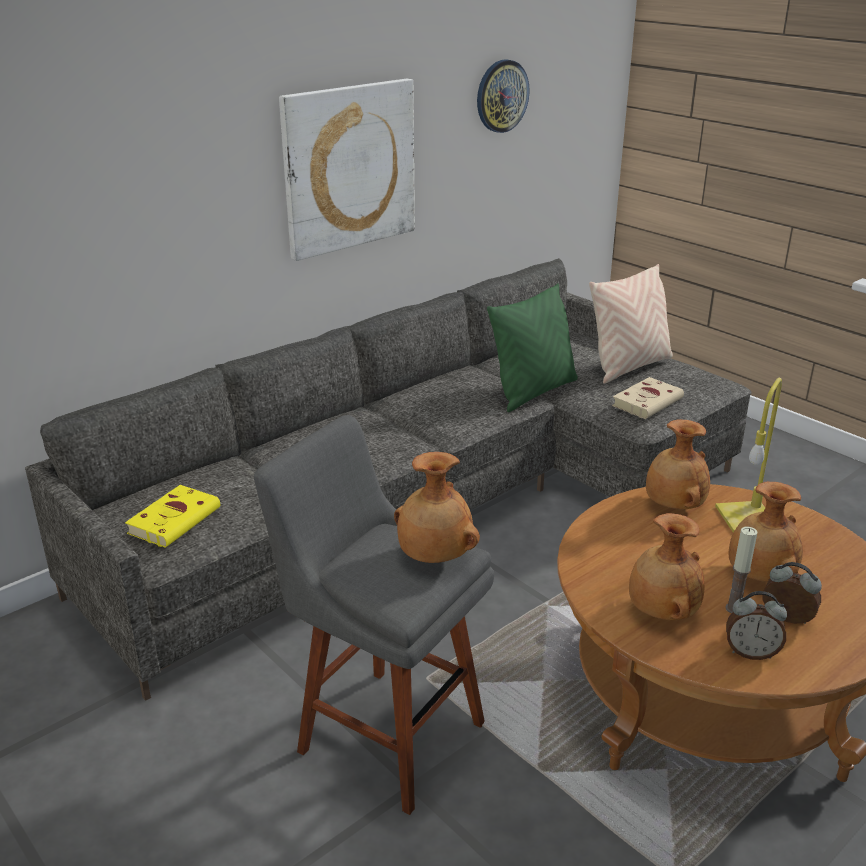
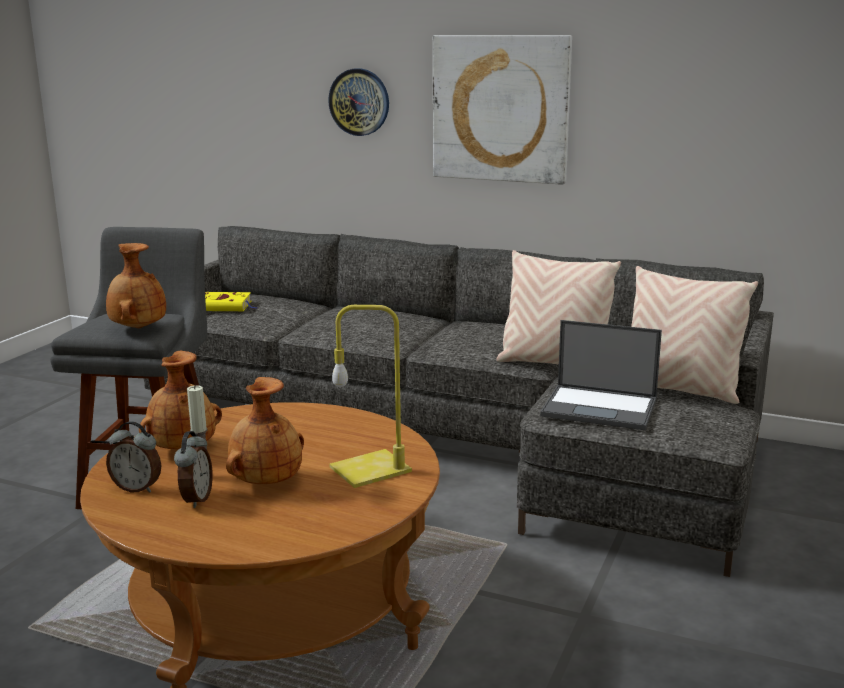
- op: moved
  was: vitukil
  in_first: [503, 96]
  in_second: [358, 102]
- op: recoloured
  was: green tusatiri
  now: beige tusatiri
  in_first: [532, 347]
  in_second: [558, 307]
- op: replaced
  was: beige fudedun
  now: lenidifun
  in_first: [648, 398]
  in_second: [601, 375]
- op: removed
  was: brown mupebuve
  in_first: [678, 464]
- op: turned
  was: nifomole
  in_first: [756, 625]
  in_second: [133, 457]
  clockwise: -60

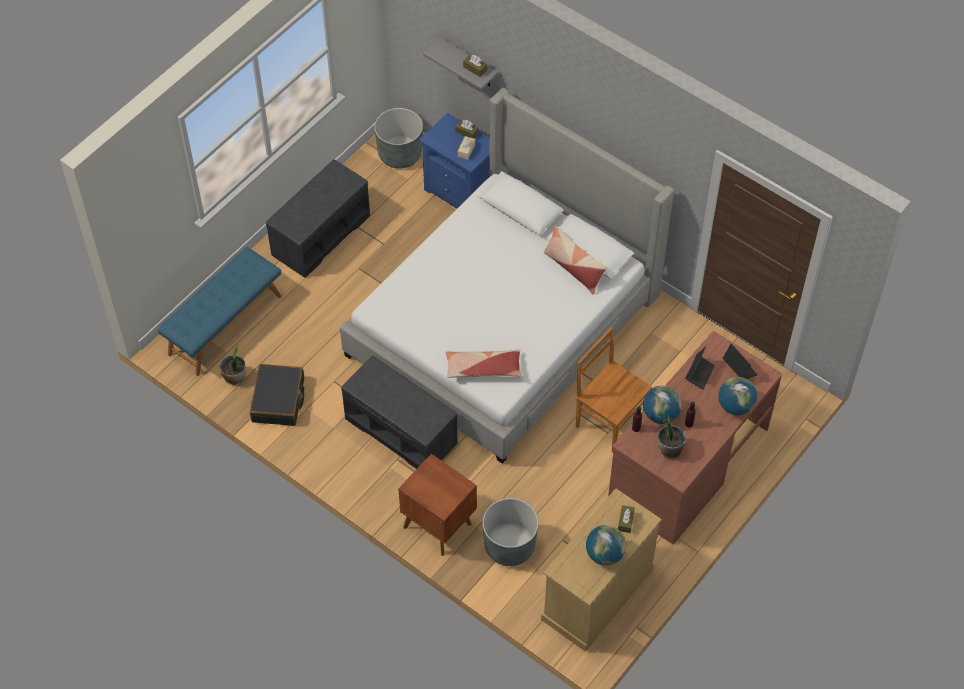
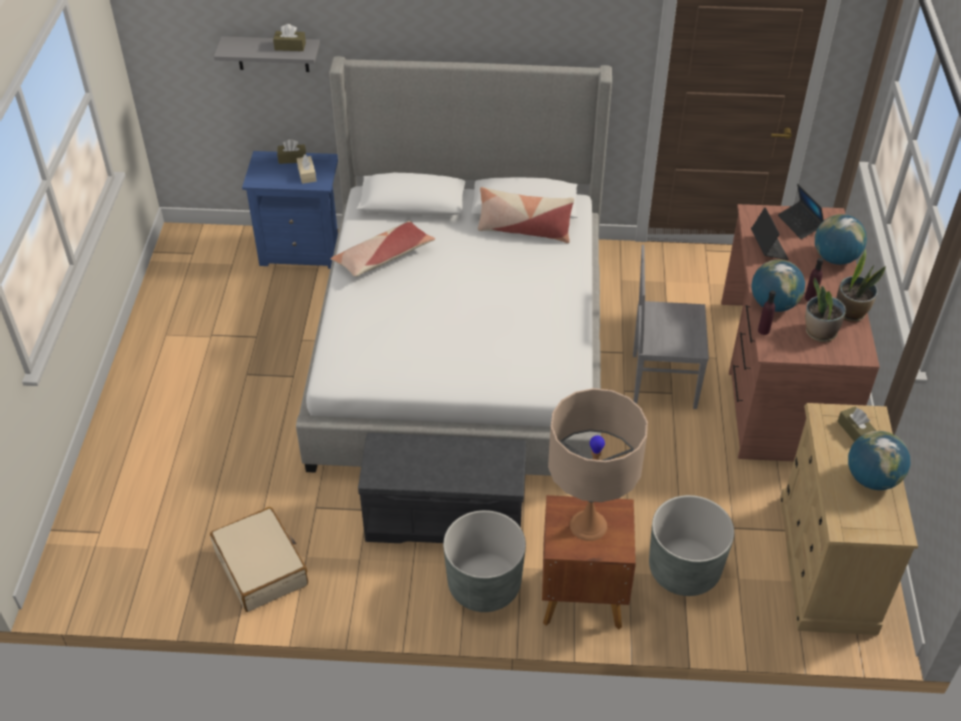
- op: moved
  was: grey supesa
  in_first: [398, 138]
  in_second: [484, 561]
- op: removed
  was: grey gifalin
  in_first: [318, 218]
- op: removed
  was: blue gifalin
  in_first: [219, 311]
- op: recoloured
  was: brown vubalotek
  now: grey vubalotek
  in_first: [614, 389]
  in_second: [671, 327]
- op: turned
  was: lenidifun
  in_first: [740, 361]
  in_second: [801, 211]
  clockwise: -135
- op: moved
  was: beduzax
  in_first: [233, 365]
  in_second: [861, 286]
- op: moved
  was: tusatiri
  in_first: [483, 363]
  in_second: [383, 249]
- op: recoloured
  was: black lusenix
  now: beige lusenix
  in_first: [277, 395]
  in_second: [259, 559]
- op: added
  now: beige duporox
  in_second: [598, 464]

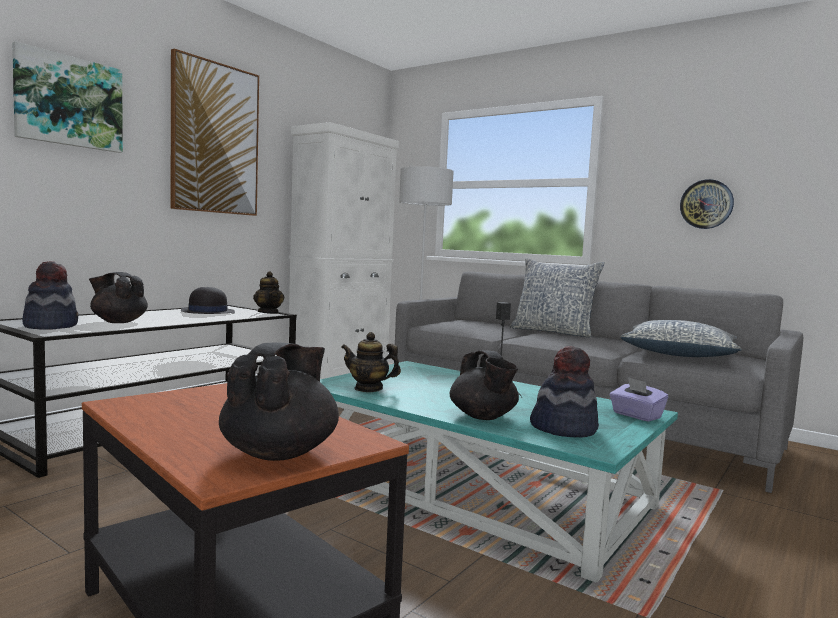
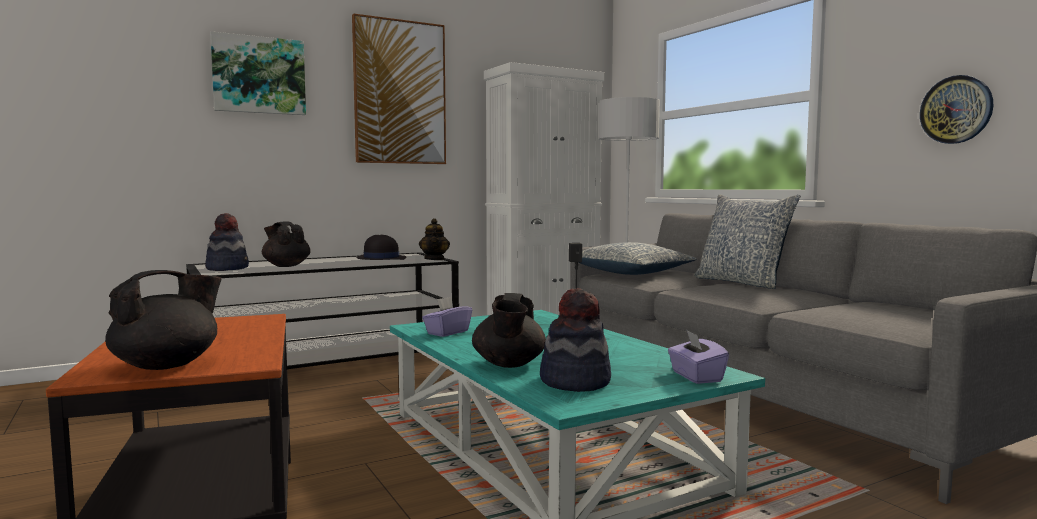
- op: moved
  was: tusatiri
  in_first: [681, 338]
  in_second: [637, 258]
- op: replaced
  was: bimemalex
  now: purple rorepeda
  in_first: [371, 362]
  in_second: [447, 317]

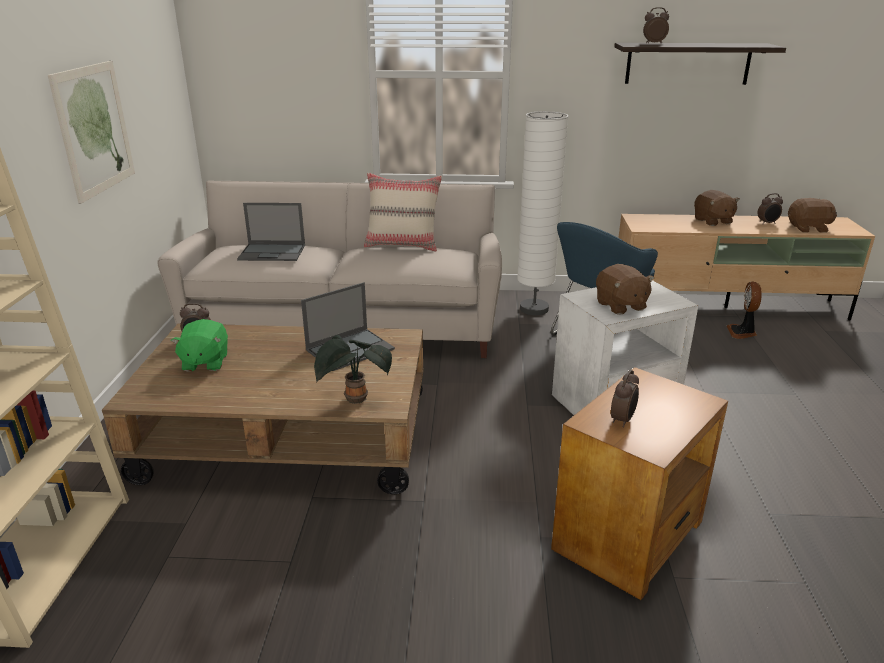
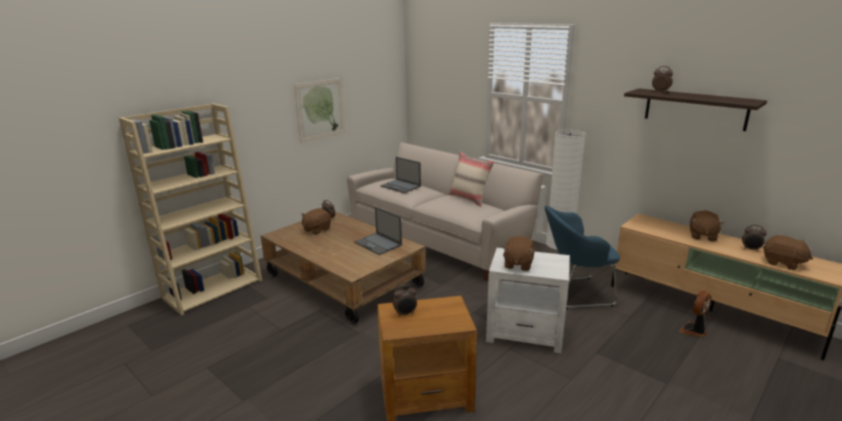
- op: turned
  was: lenidifun
  in_first: [348, 326]
  in_second: [378, 231]
  clockwise: 45
- op: recoloured
  was: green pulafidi
  now: brown pulafidi
  in_first: [199, 345]
  in_second: [316, 221]
- op: removed
  was: beduzax
  in_first: [353, 369]

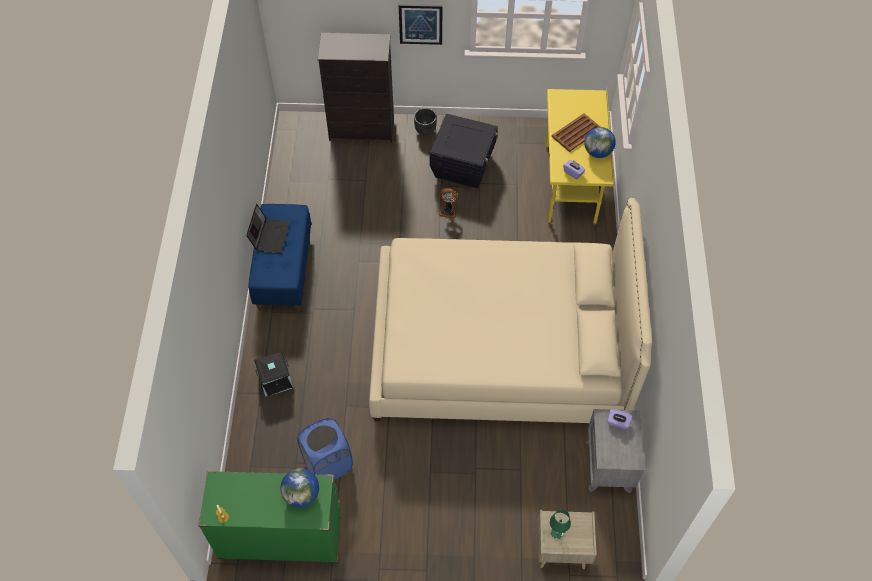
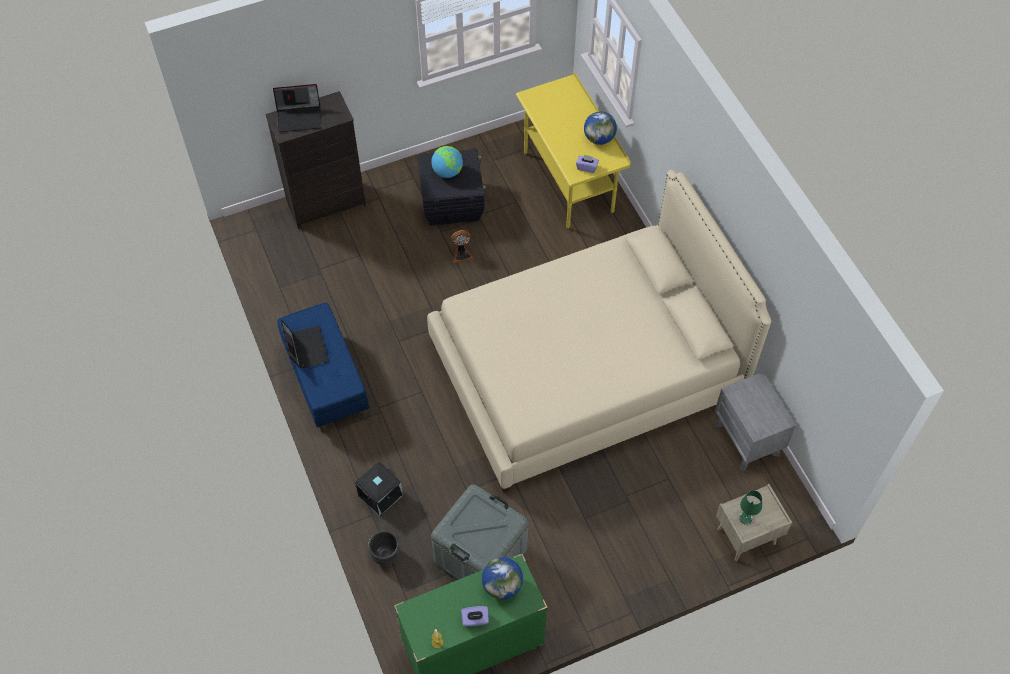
- op: removed
  was: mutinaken
  in_first: [421, 24]
- op: moved
  was: black supesa
  in_first: [425, 122]
  in_second: [384, 548]
- op: removed
  was: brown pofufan
  in_first: [576, 132]
- op: moved
  was: purple rorepeda
  in_first: [619, 419]
  in_second: [475, 616]
- op: replaced
  was: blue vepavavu
  now: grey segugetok
  in_first: [325, 449]
  in_second: [479, 532]
- op: added
  now: lenidifun
  in_second: [297, 108]
- op: added
  now: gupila
  in_second: [447, 162]

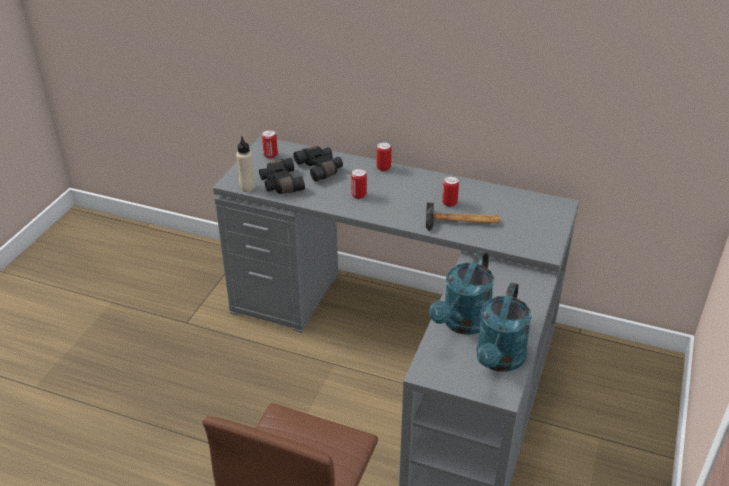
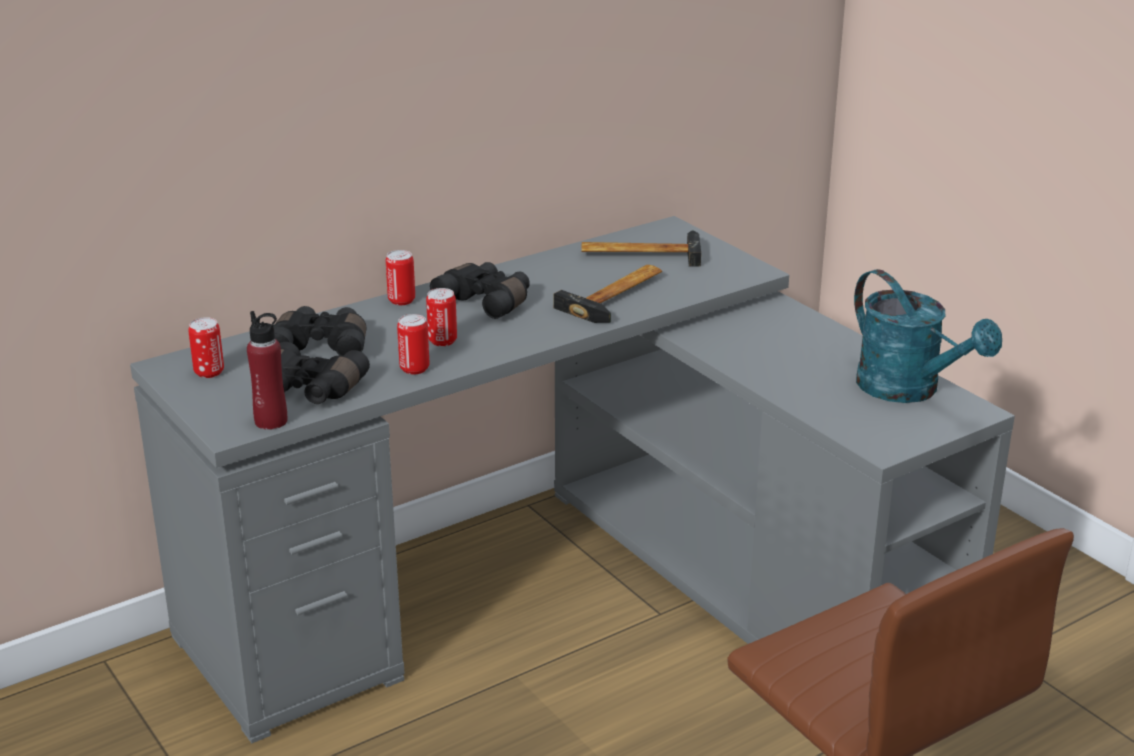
- op: recoloured
  was: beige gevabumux
  now: red gevabumux
  in_first: [245, 164]
  in_second: [267, 370]
- op: moved
  was: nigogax
  in_first: [450, 191]
  in_second: [413, 344]
- op: removed
  was: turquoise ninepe
  in_first: [461, 293]
- op: added
  now: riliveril
  in_second: [641, 249]
- op: added
  now: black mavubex
  in_second: [480, 290]

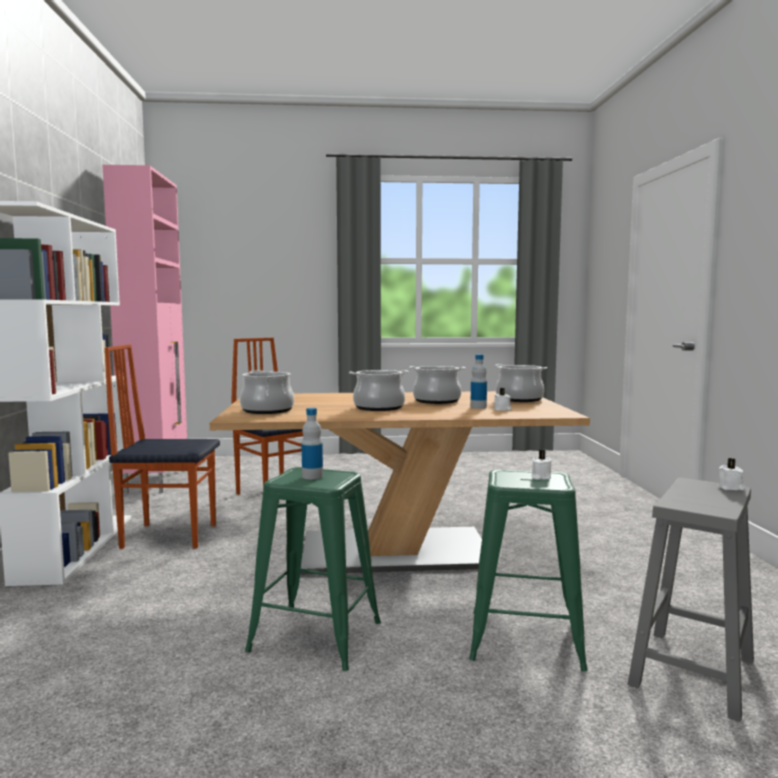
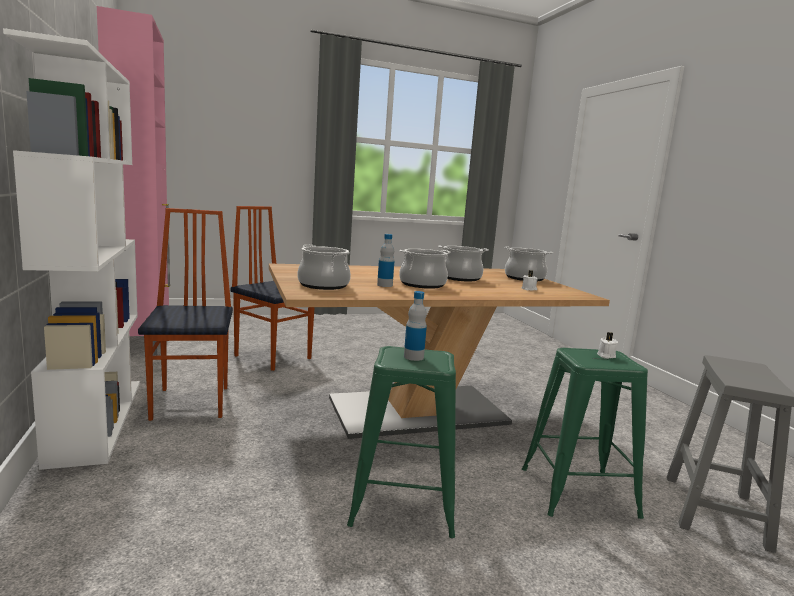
- op: turned
  was: vubalotek
  in_first: [162, 446]
  in_second: [185, 314]
  clockwise: 90
- op: moved
  was: gevabumux
  in_first: [478, 381]
  in_second: [385, 260]
- op: removed
  was: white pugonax
  in_first: [731, 474]

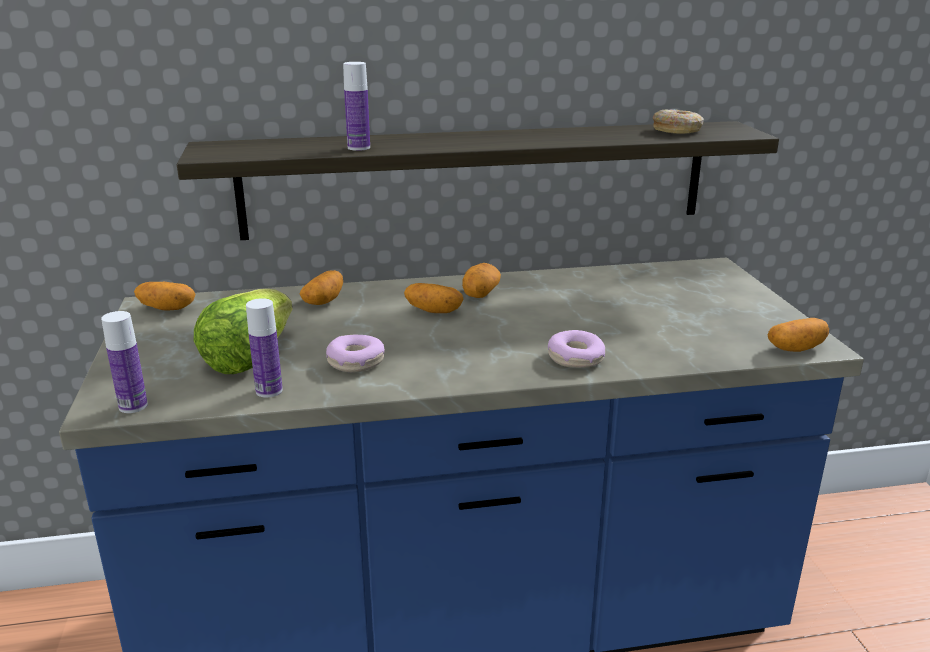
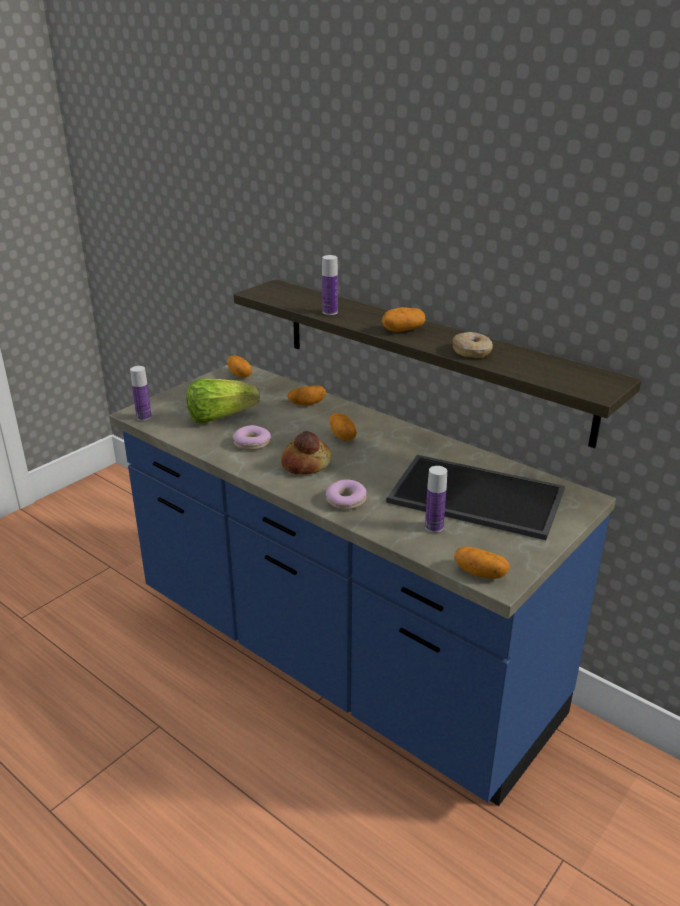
- op: moved
  was: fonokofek
  in_first: [678, 121]
  in_second: [472, 345]
- op: moved
  was: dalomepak
  in_first: [481, 280]
  in_second: [404, 319]
- op: moved
  was: gevabumux
  in_first: [264, 348]
  in_second: [436, 499]
- op: added
  now: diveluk
  in_second: [306, 453]
- op: added
  now: pofufan
  in_second: [475, 497]

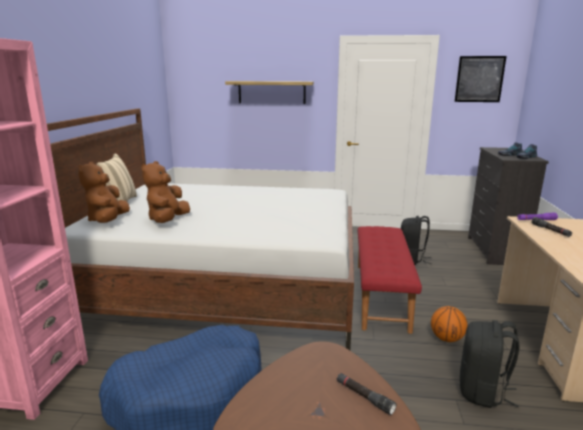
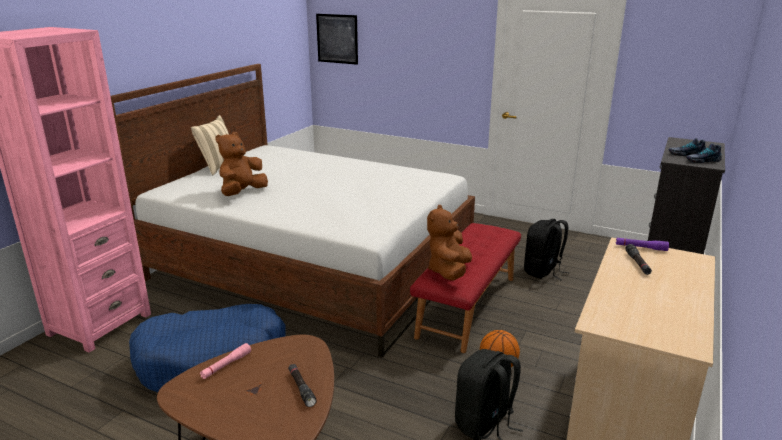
- op: moved
  was: mutinaken
  in_first: [480, 79]
  in_second: [337, 39]
- op: removed
  was: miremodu
  in_first: [269, 92]
- op: moved
  was: brown pulafidi
  in_first: [104, 192]
  in_second: [449, 242]
- op: added
  now: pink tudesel
  in_second: [225, 361]

